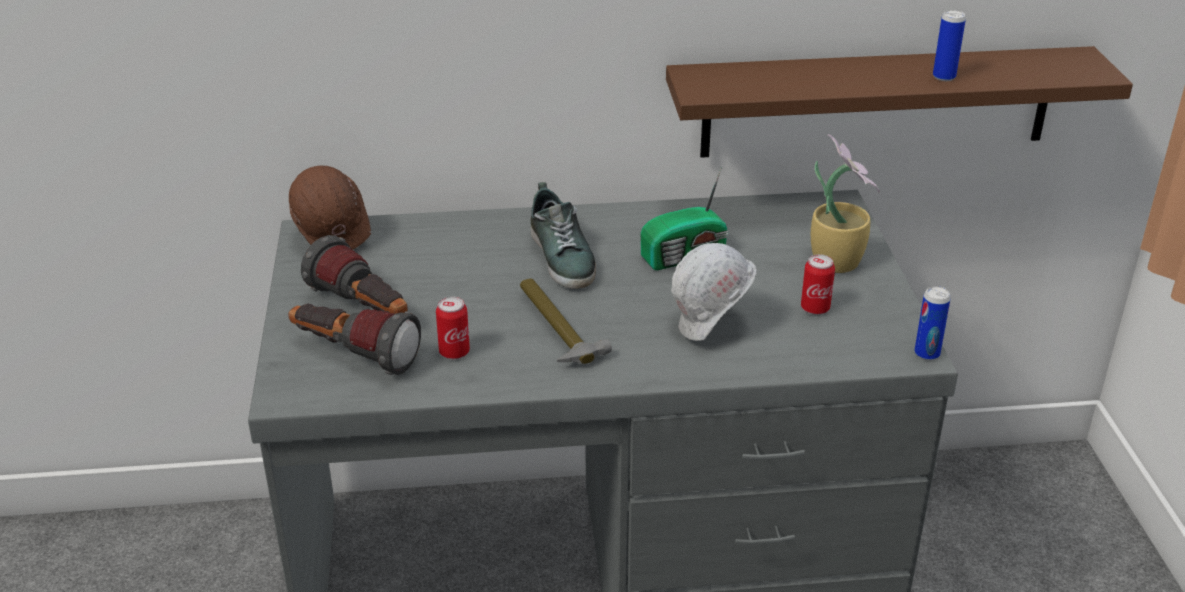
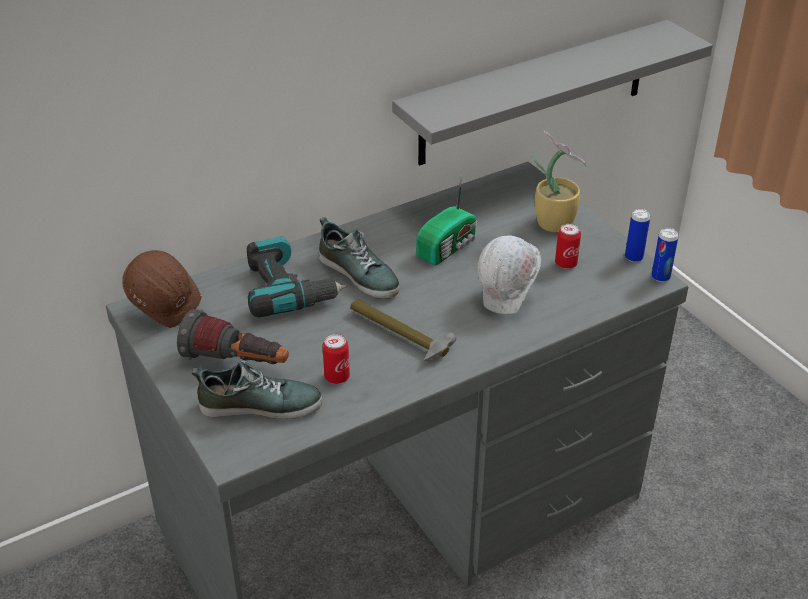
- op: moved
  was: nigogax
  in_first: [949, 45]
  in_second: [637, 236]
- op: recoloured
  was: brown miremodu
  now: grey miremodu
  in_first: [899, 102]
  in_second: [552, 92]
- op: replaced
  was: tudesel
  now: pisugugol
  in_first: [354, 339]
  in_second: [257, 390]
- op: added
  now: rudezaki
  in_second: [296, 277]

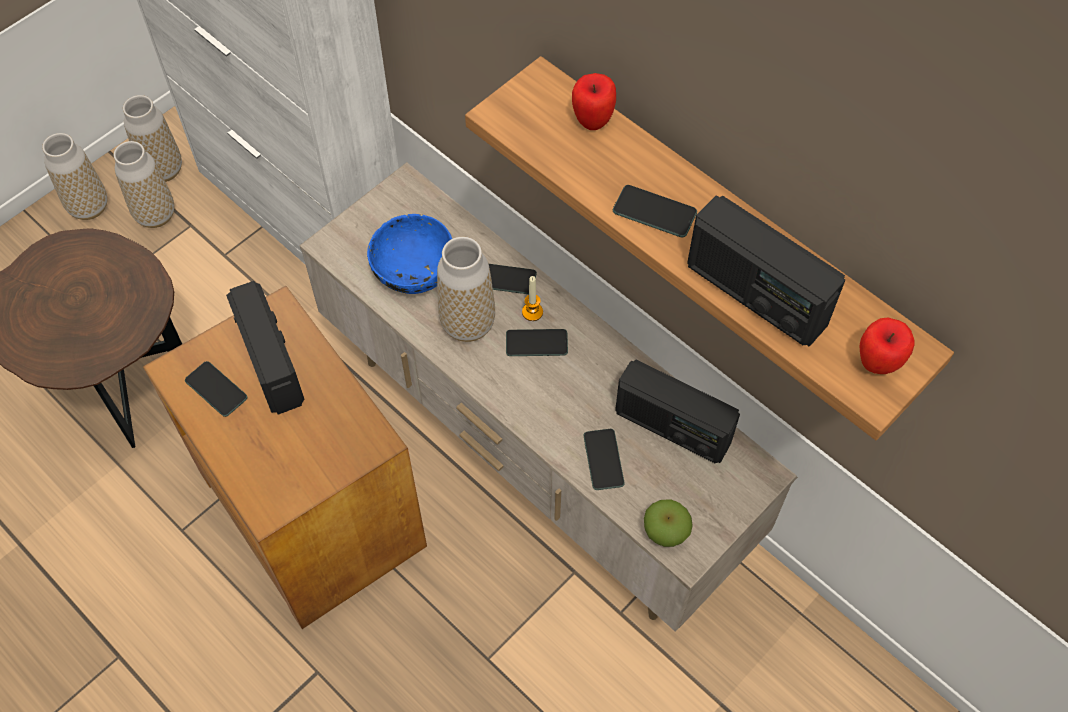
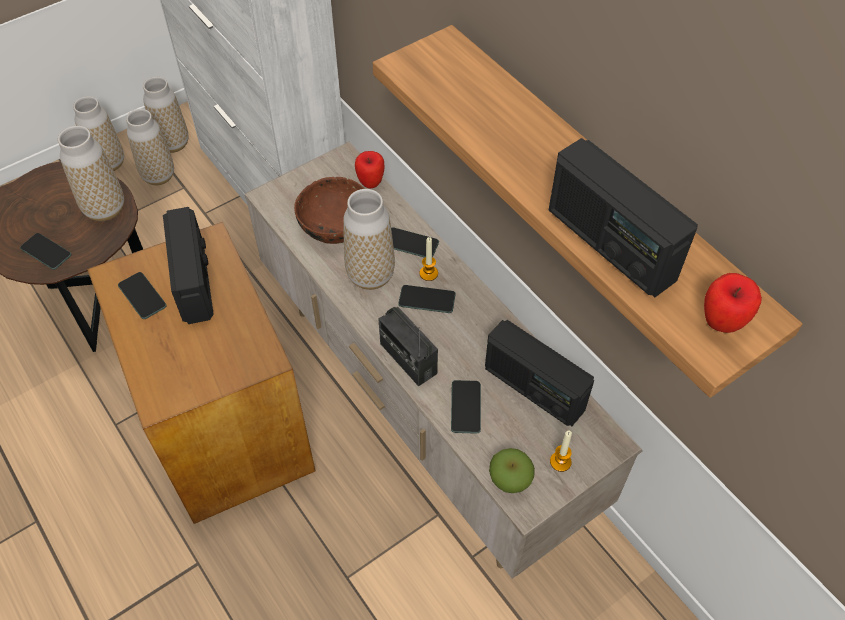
- op: moved
  was: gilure
  in_first: [594, 101]
  in_second: [370, 170]
- op: moved
  was: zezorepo
  in_first: [655, 211]
  in_second: [45, 251]
- op: recoloured
  was: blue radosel
  now: brown radosel
  in_first: [409, 254]
  in_second: [329, 210]
- op: added
  now: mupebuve
  in_second: [91, 173]
- op: added
  now: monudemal
  in_second: [408, 346]
- op: added
  now: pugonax
  in_second: [561, 451]

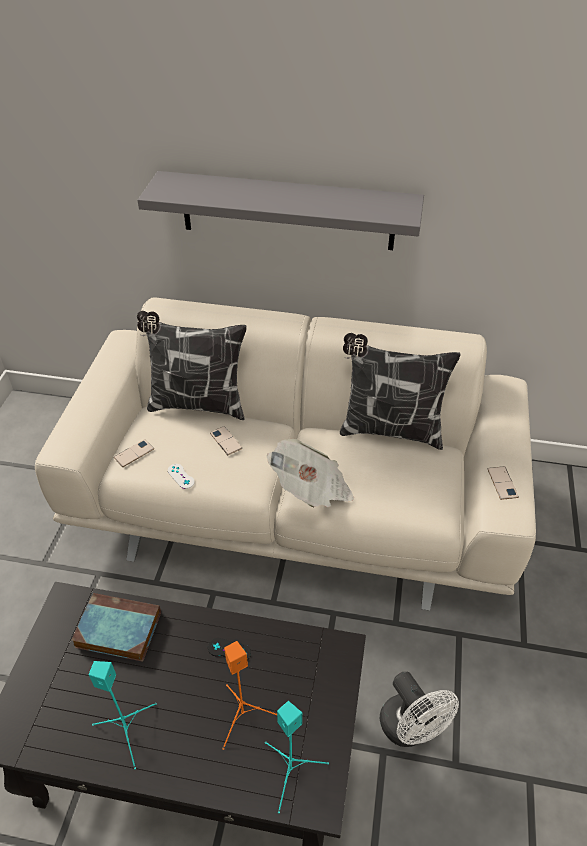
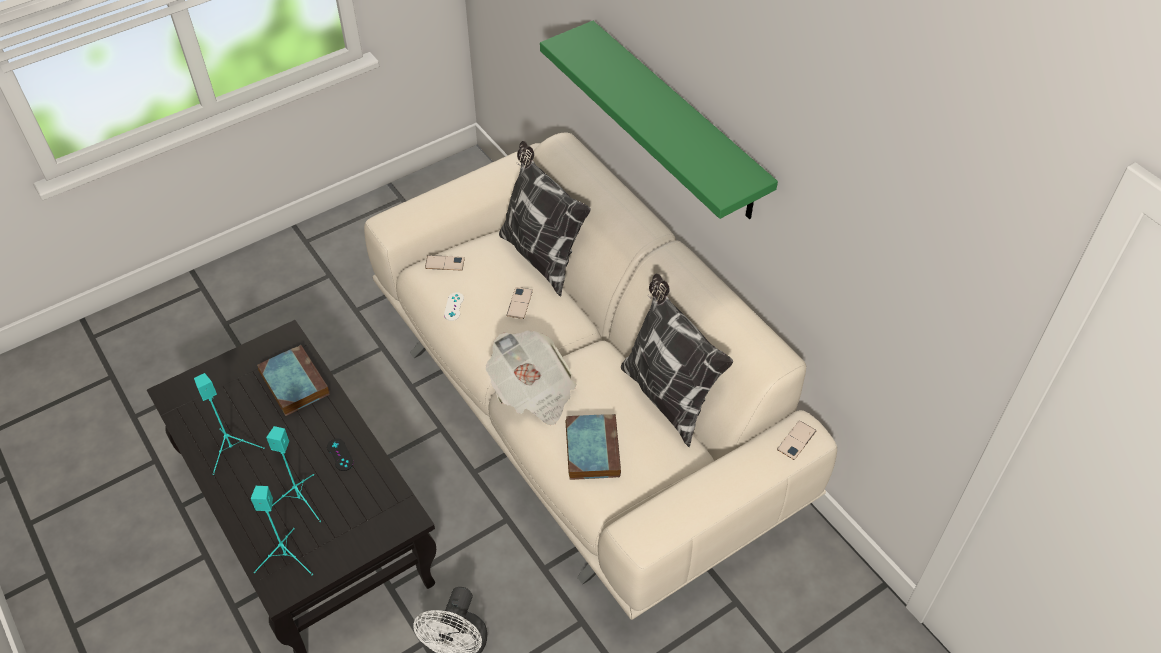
- op: recoloured
  was: grey miremodu
  now: green miremodu
  in_first: [281, 210]
  in_second: [659, 120]
- op: moved
  was: zezorepo
  in_first: [503, 483]
  in_second: [797, 440]
- op: recoloured
  was: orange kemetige
  now: turquoise kemetige
  in_first: [249, 695]
  in_second: [293, 474]
- op: added
  now: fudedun
  in_second: [593, 447]

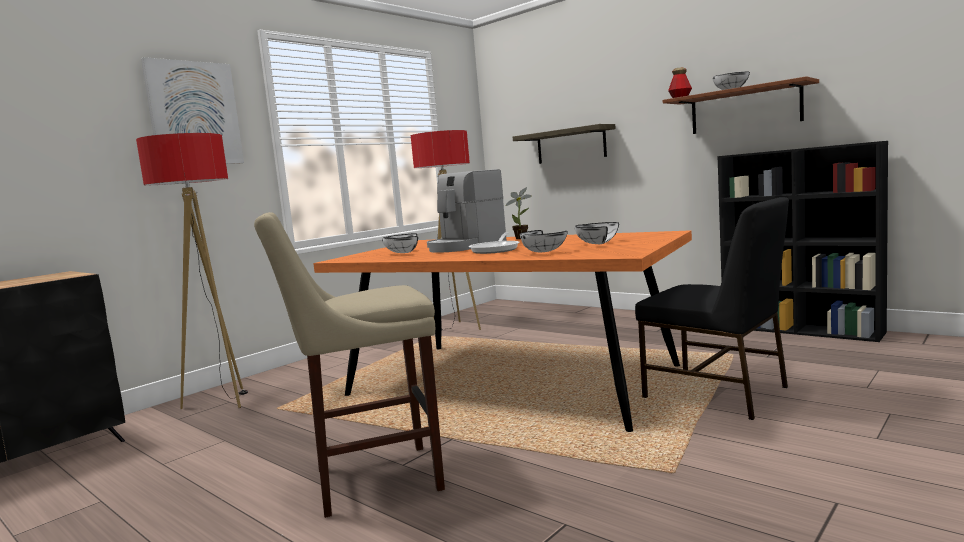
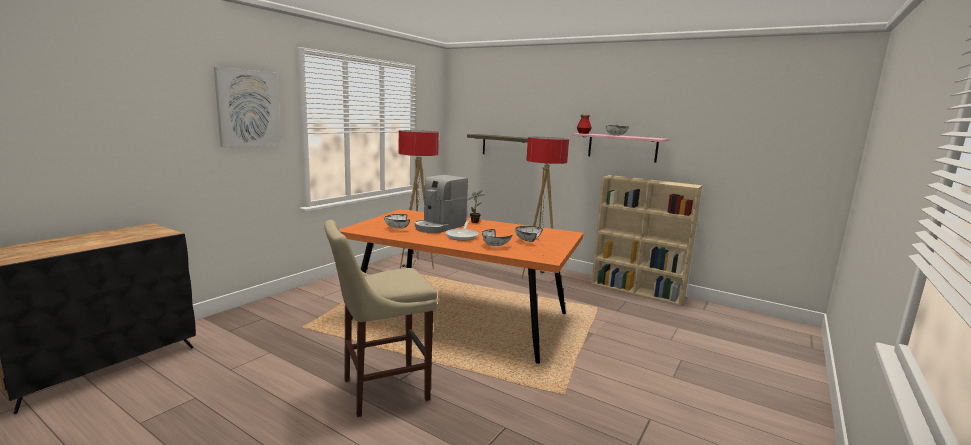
- op: recoloured
  was: brown miremodu
  now: pink miremodu
  in_first: [741, 105]
  in_second: [620, 148]
- op: moved
  was: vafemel
  in_first: [192, 271]
  in_second: [545, 209]
- op: recoloured
  was: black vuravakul
  now: beige vuravakul
  in_first: [803, 241]
  in_second: [646, 240]
- op: removed
  was: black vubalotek
  in_first: [712, 308]

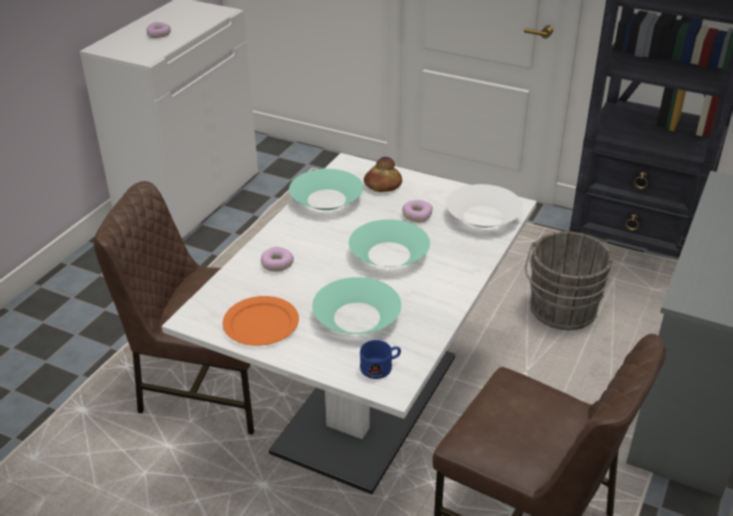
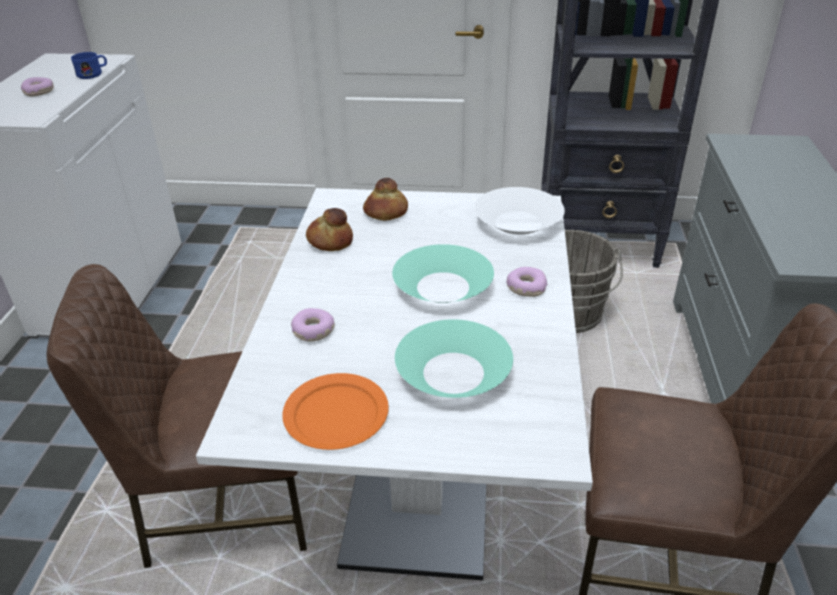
- op: replaced
  was: turquoise radosel
  now: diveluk
  in_first: [326, 189]
  in_second: [329, 229]
- op: moved
  was: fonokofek
  in_first: [417, 211]
  in_second: [526, 282]
- op: moved
  was: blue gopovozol
  in_first: [380, 359]
  in_second: [89, 65]

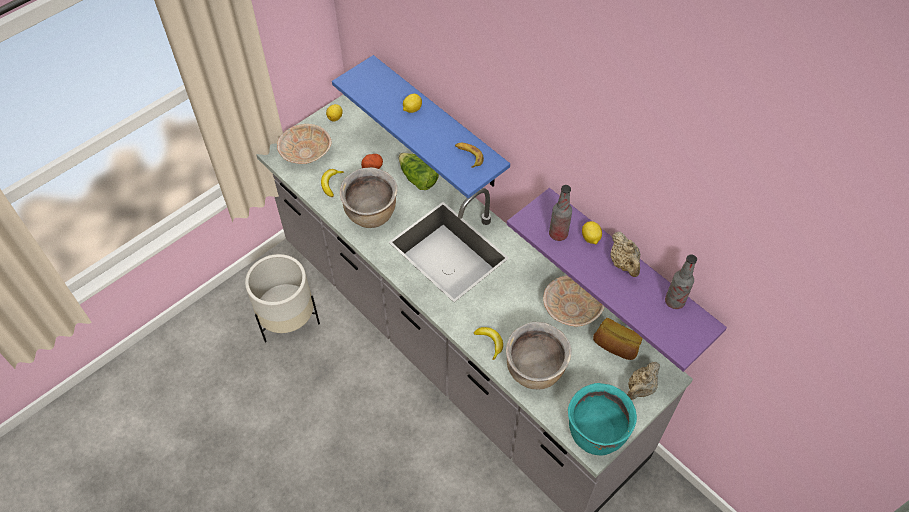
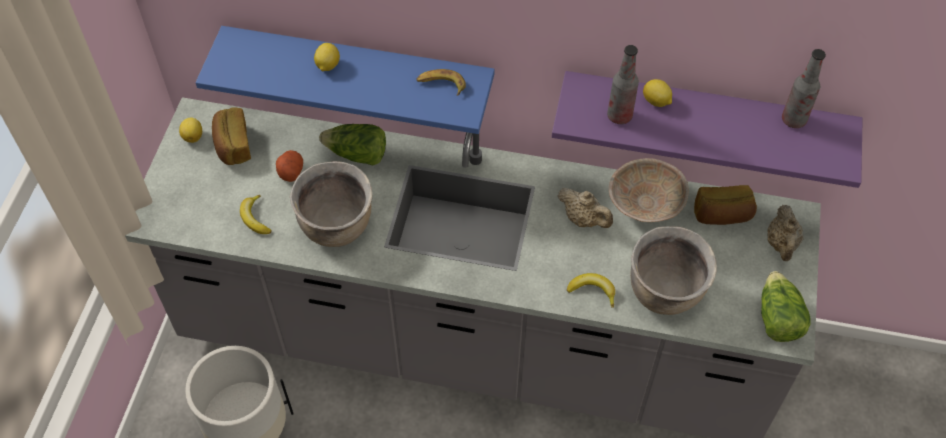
- op: removed
  was: beige radosel
  in_first: [304, 144]
- op: moved
  was: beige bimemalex
  in_first: [625, 254]
  in_second: [585, 208]
- op: replaced
  was: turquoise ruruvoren
  now: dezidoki
  in_first: [602, 419]
  in_second: [785, 306]
- op: added
  now: diveluk
  in_second: [231, 136]

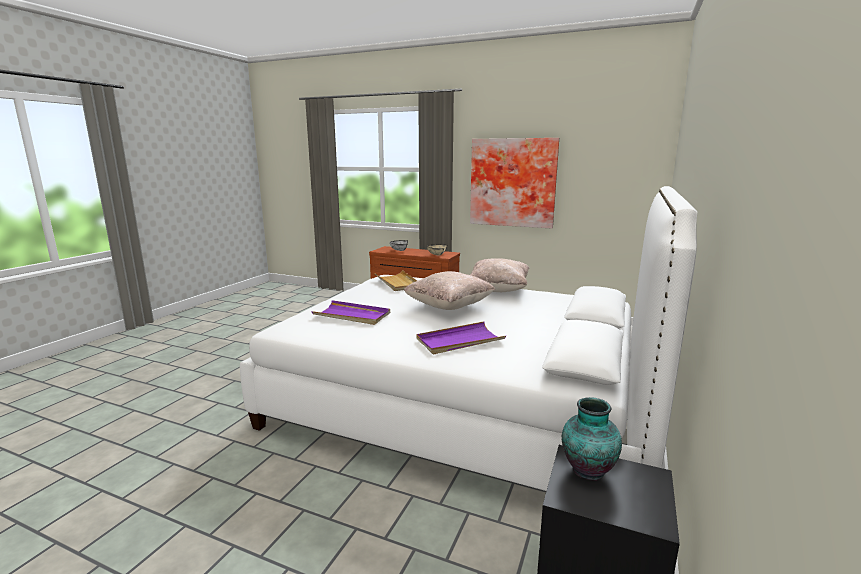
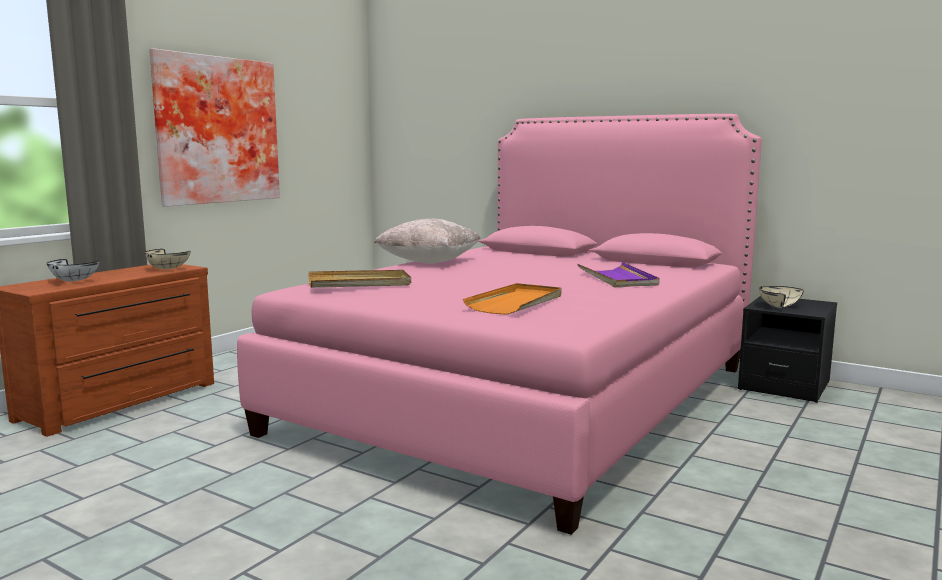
- op: recoloured
  was: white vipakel
  now: pink vipakel
  in_first: [468, 338]
  in_second: [499, 324]
- op: removed
  was: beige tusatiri
  in_first: [450, 290]
- op: recoloured
  was: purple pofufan
  now: orange pofufan
  in_first: [351, 312]
  in_second: [512, 299]
- op: replaced
  was: mupebuve
  now: beige radosel
  in_first: [591, 439]
  in_second: [781, 297]

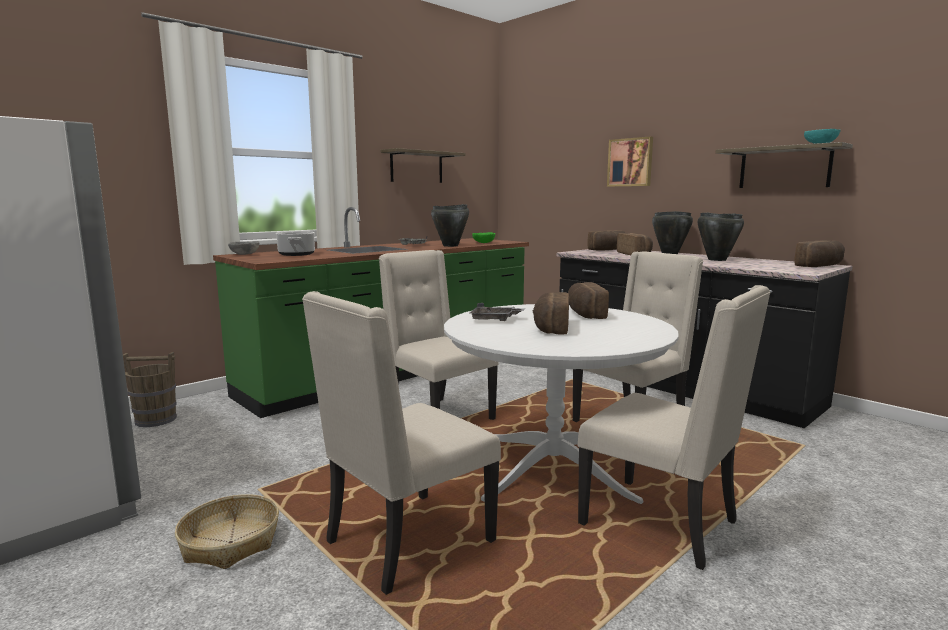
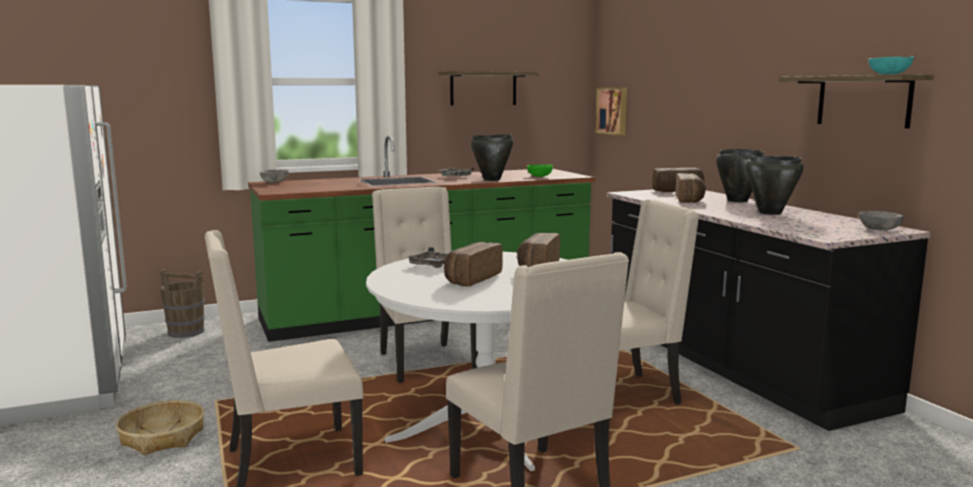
- op: moved
  was: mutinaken
  in_first: [630, 162]
  in_second: [611, 111]
- op: removed
  was: ruruvoren
  in_first: [295, 243]
- op: replaced
  was: diveluk
  now: grey radosel
  in_first: [819, 253]
  in_second: [881, 220]

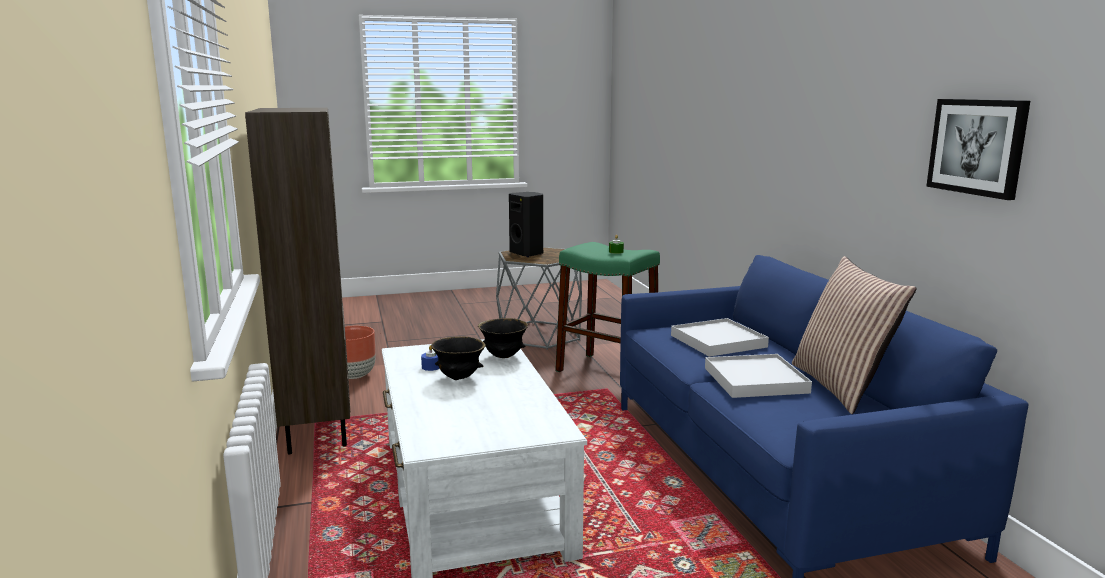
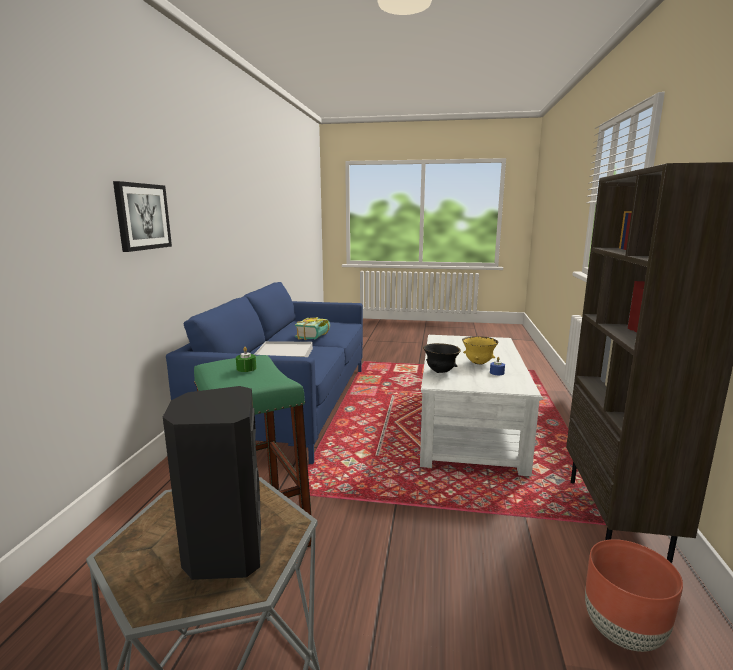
- op: moved
  was: mutinaken
  in_first: [978, 149]
  in_second: [142, 216]
- op: removed
  was: tusatiri
  in_first: [854, 335]
- op: recoloured
  was: black radosel
  now: yellow radosel
  in_first: [458, 358]
  in_second: [480, 350]
- op: replaced
  was: white pofufan
  now: fudedun
  in_first: [758, 376]
  in_second: [312, 328]

